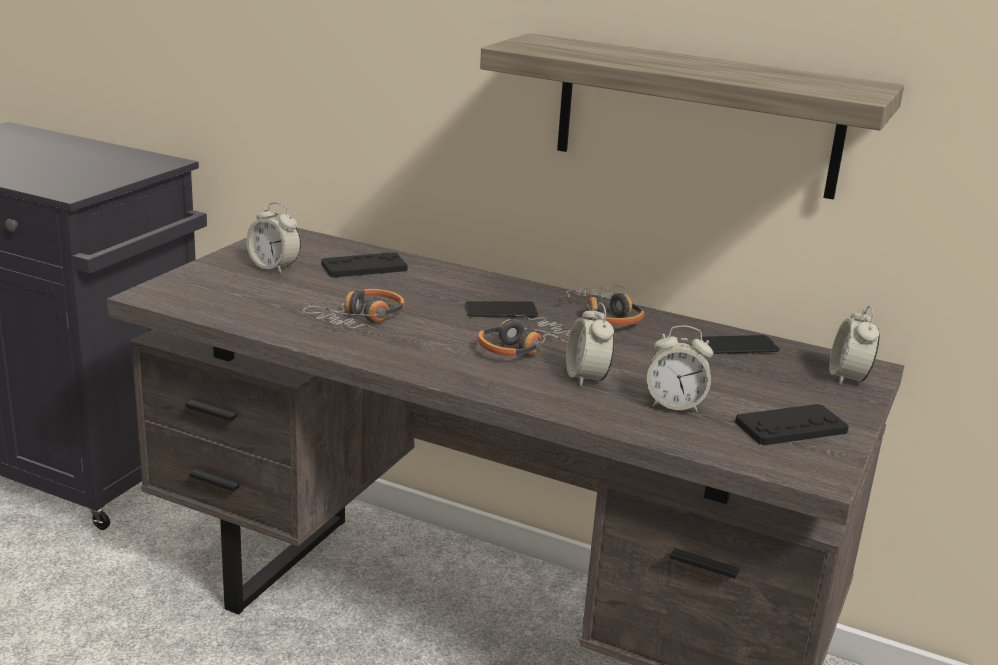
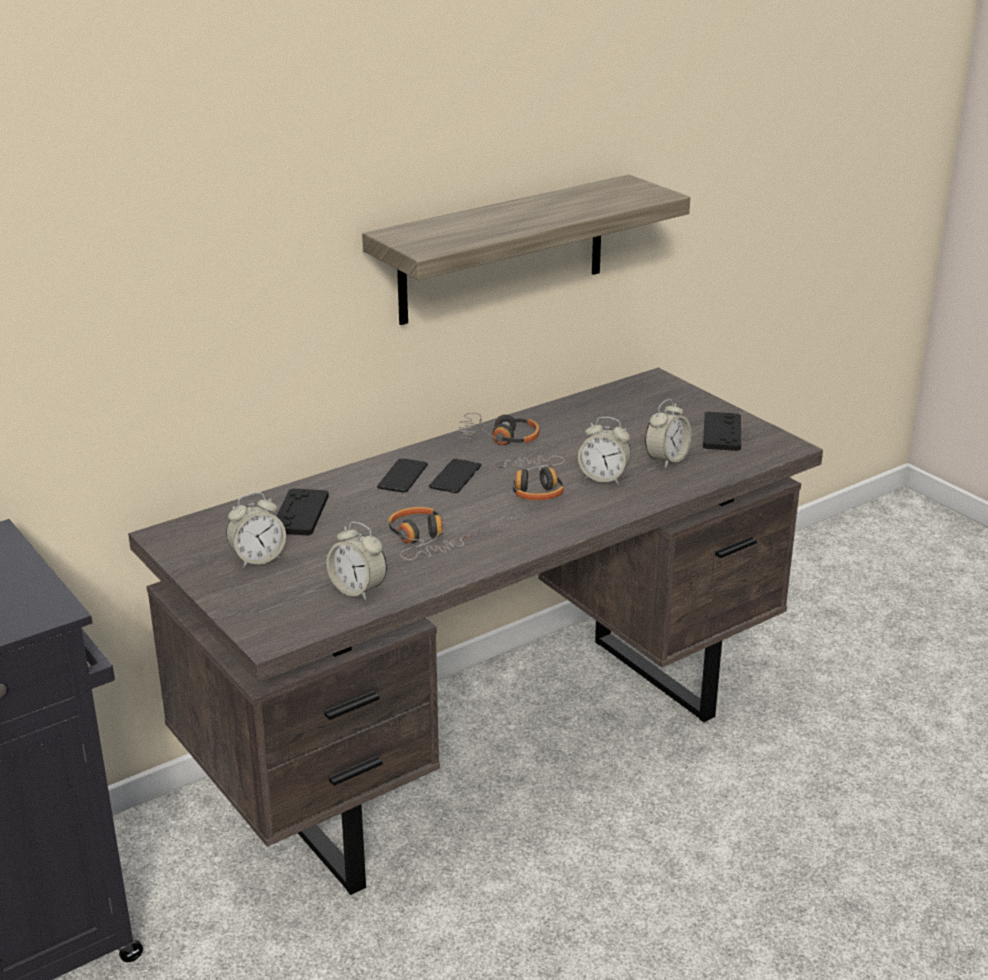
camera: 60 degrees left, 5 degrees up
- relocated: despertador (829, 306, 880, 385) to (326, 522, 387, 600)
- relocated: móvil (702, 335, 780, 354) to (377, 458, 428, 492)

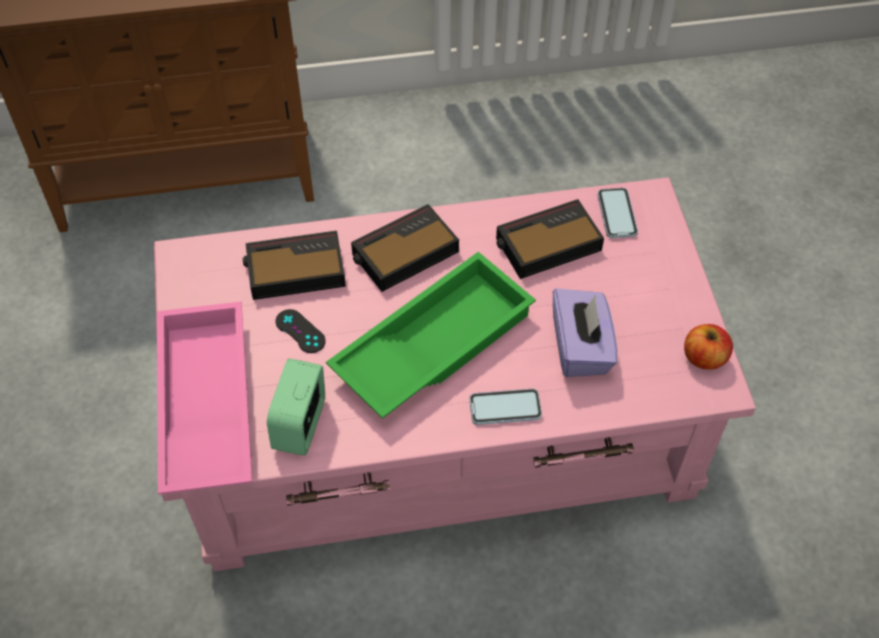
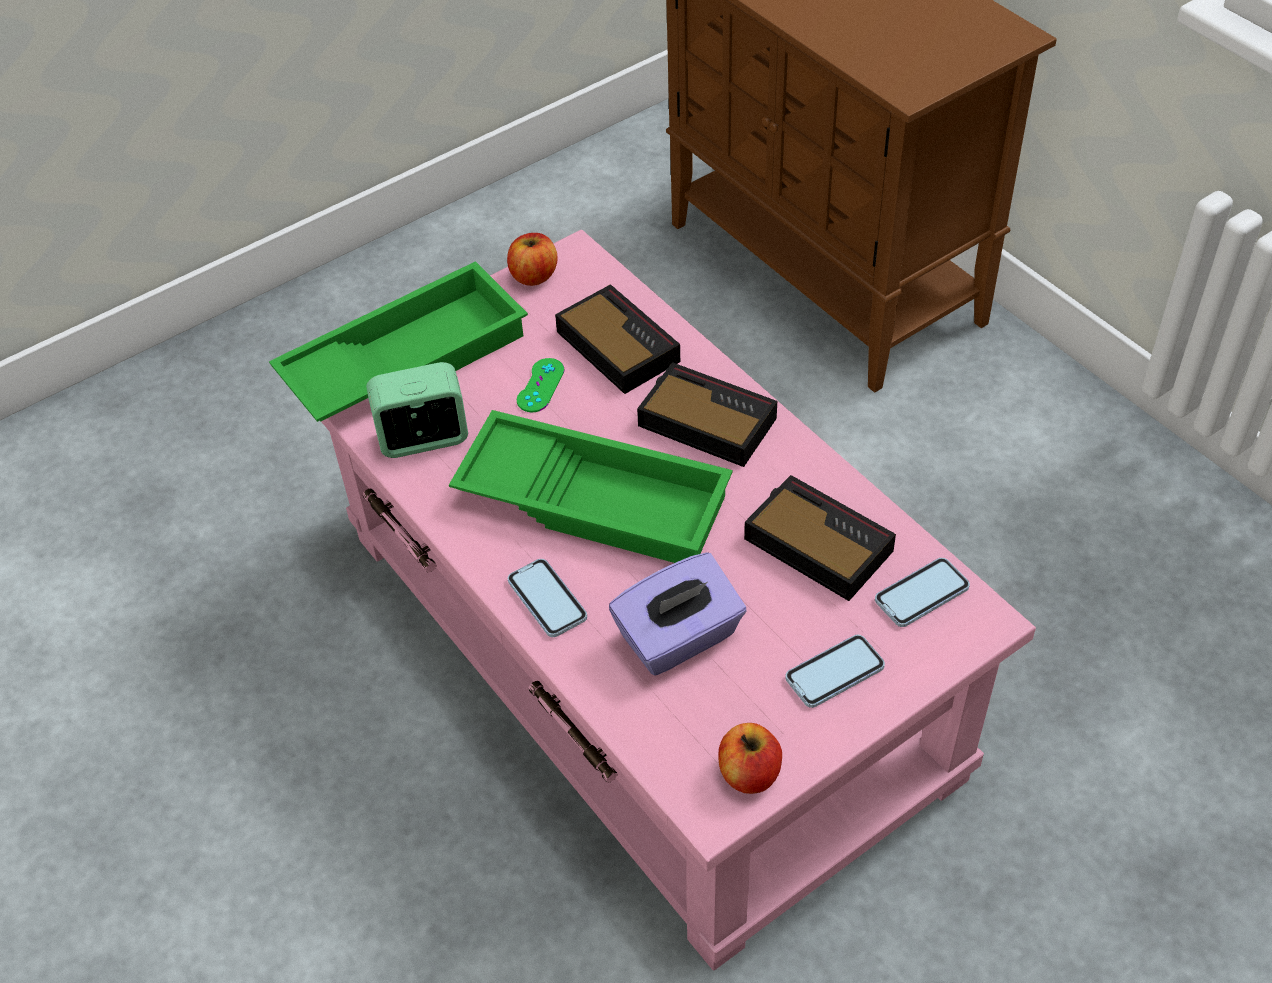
camera: 65 degrees right, 5 degrees down
- colour: bandeja/rosa (157, 302, 252, 494) to bandeja/verde (269, 261, 528, 422)
- appeared: manzana (507, 233, 558, 286)
- colour: mando de consola/negro (275, 309, 326, 353) to mando de consola/verde (517, 358, 565, 412)
- appeared: móvil (785, 635, 885, 708)

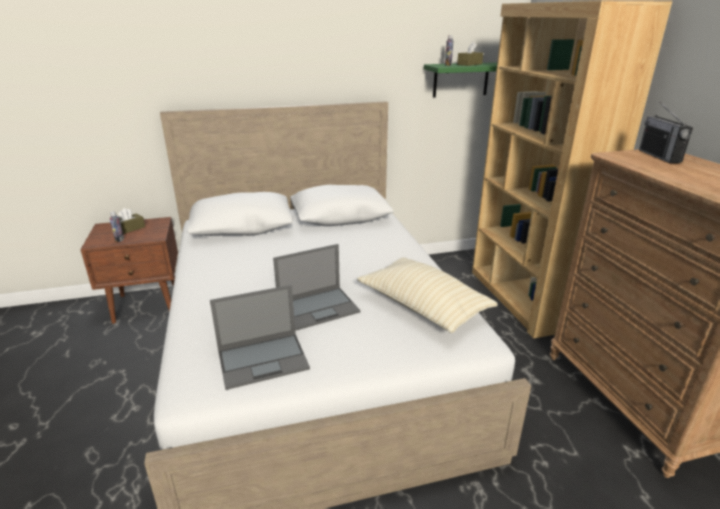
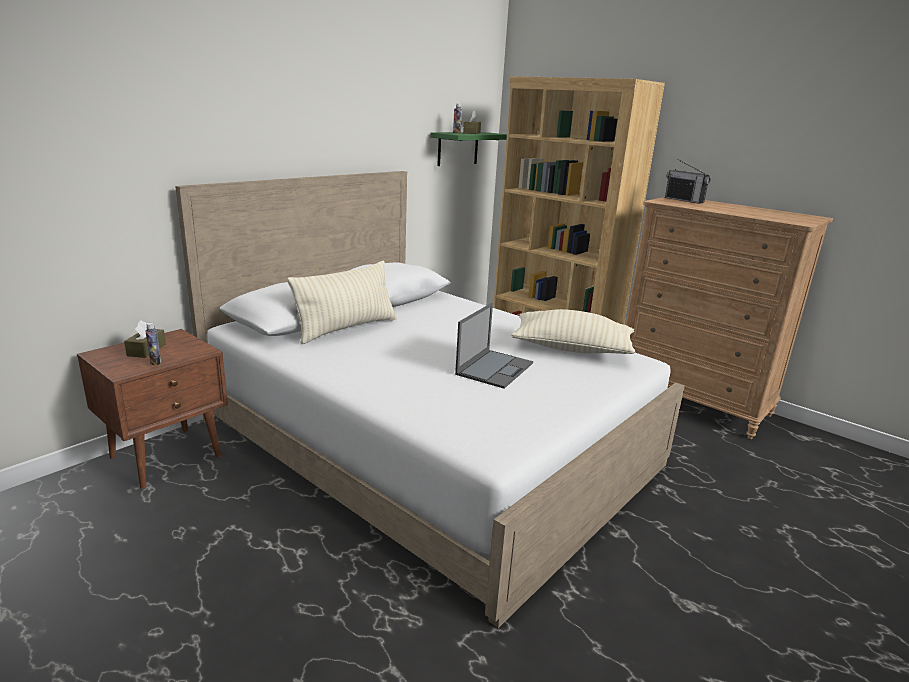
camera: 35 degrees left, 5 degrees down
- appeared: cojín/beis (287, 261, 397, 344)
- missing: portátil (210, 285, 310, 390)

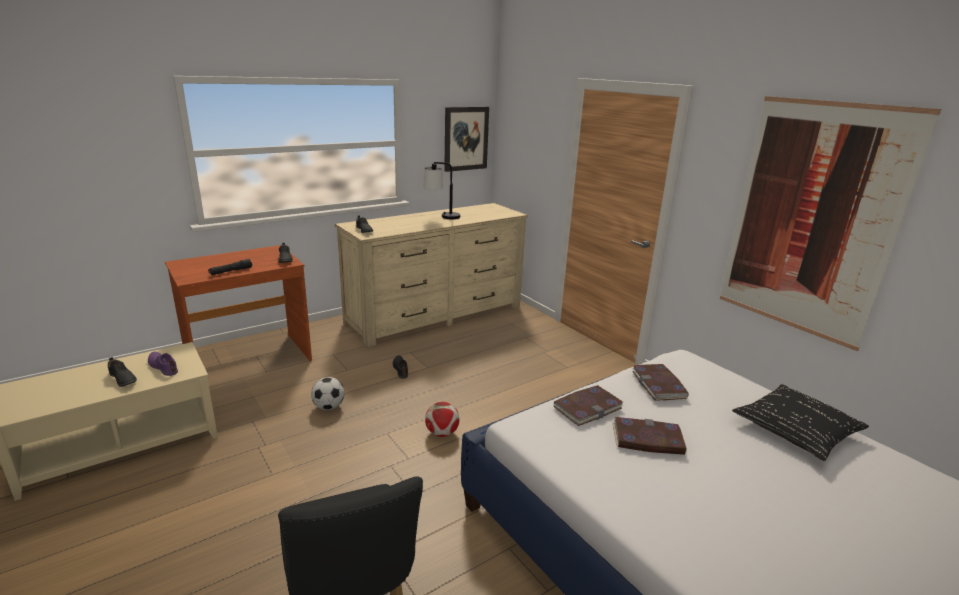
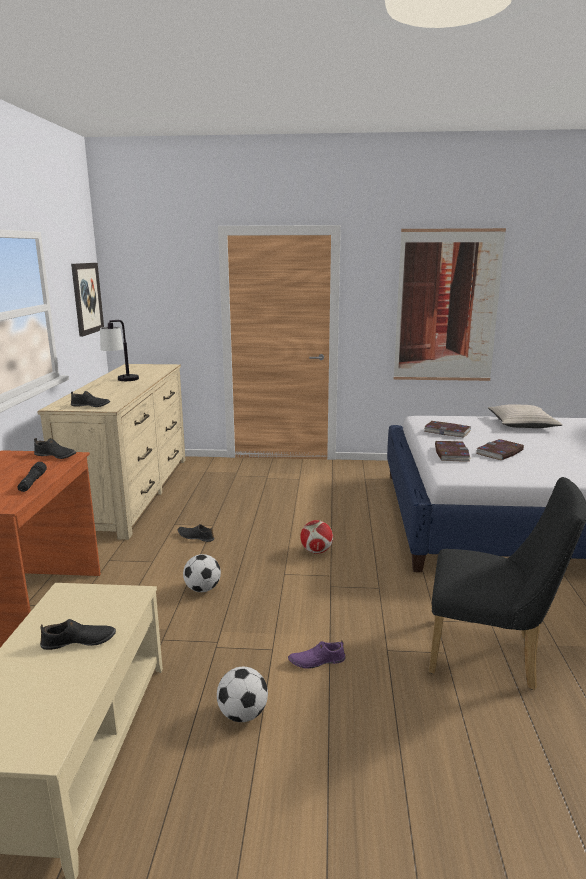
camera: 50 degrees left, 5 degrees down
- appeared: balón de fútbol (217, 667, 268, 722)
- relocated: zapato/morado (148, 352, 178, 376) to (288, 640, 345, 668)
- colour: cojín/negro (732, 384, 869, 461) to cojín/beis (488, 404, 562, 428)

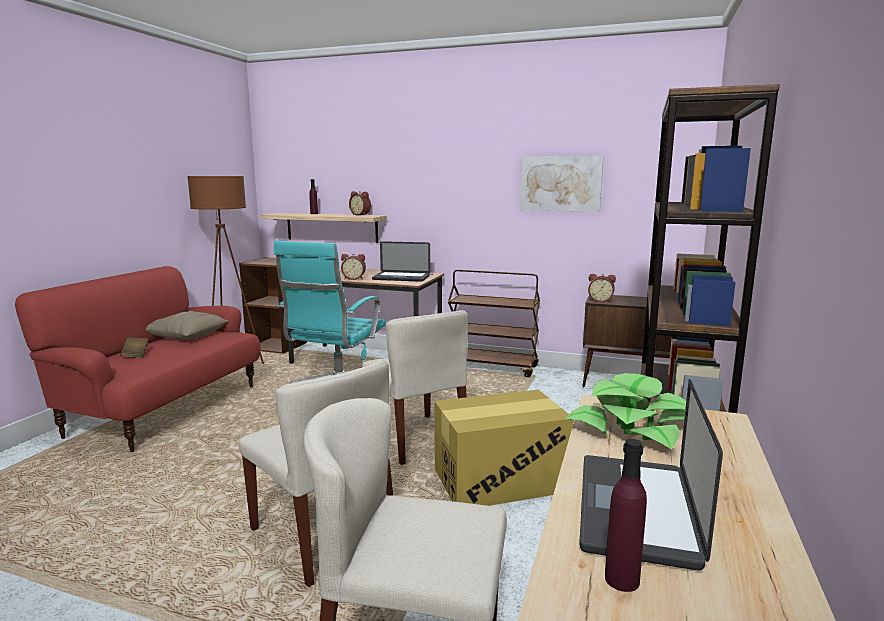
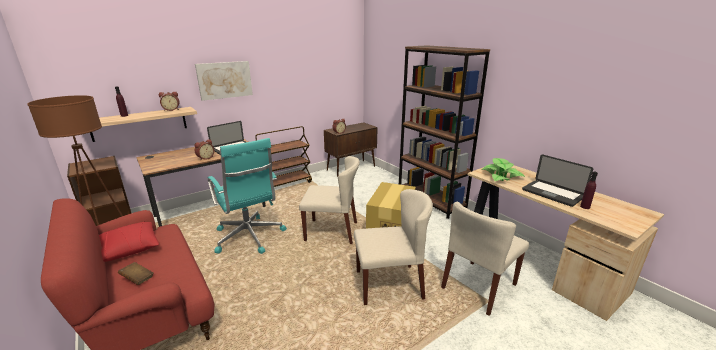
camera: 55 degrees left, 10 degrees up
- colour: cojín/beis (145, 311, 229, 340) to cojín/rojo (99, 221, 159, 262)
- relocated: cuadro (520, 156, 604, 212) to (195, 61, 253, 101)

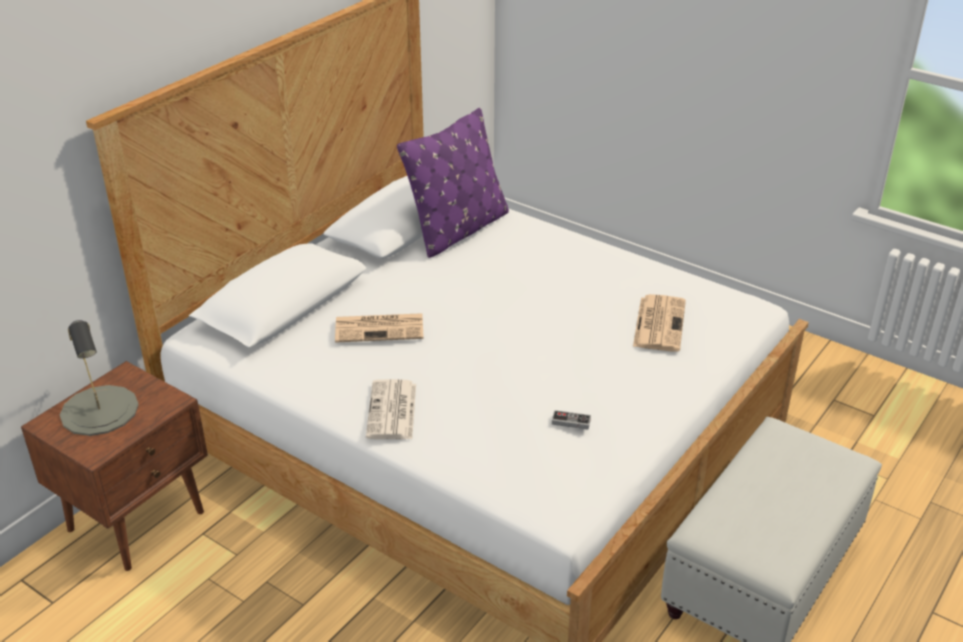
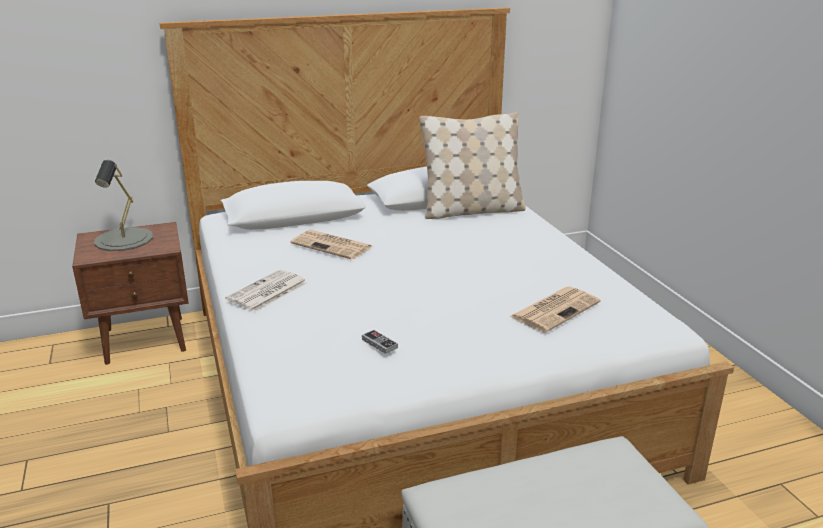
camera: 35 degrees right, 10 degrees down
- colour: cojín/morado (397, 108, 509, 258) to cojín/beis (419, 112, 526, 219)

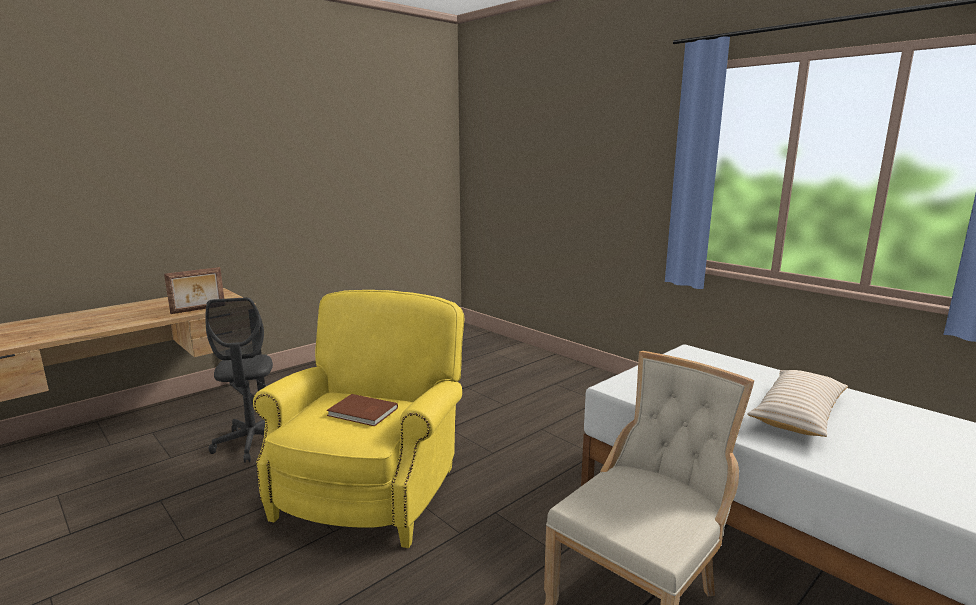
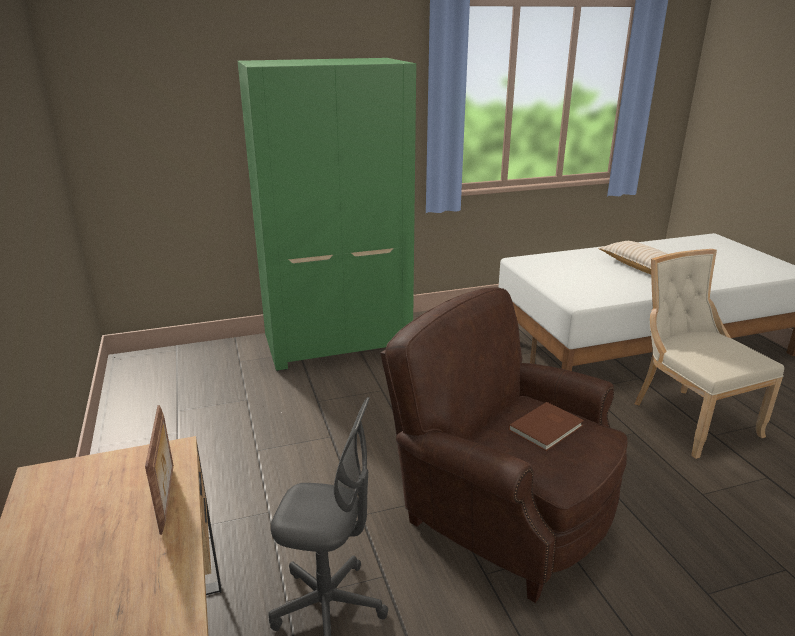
camera: 65 degrees left, 10 degrees up
- appeared: armario ropero/verde (238, 58, 416, 371)
- colour: sillón/amarillo (253, 290, 464, 548) to sillón/marrón (380, 287, 627, 603)

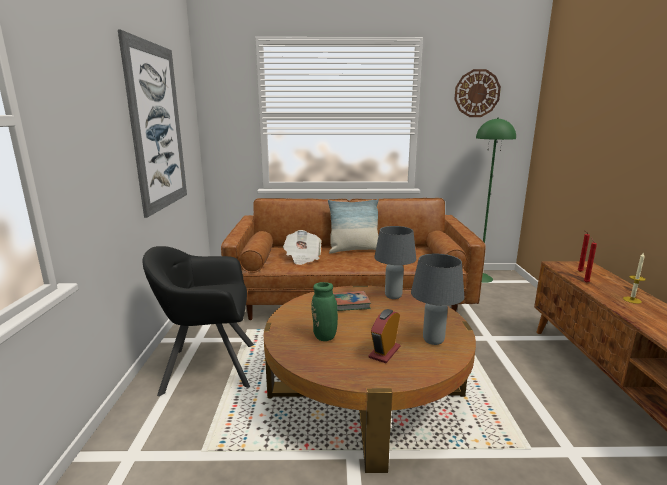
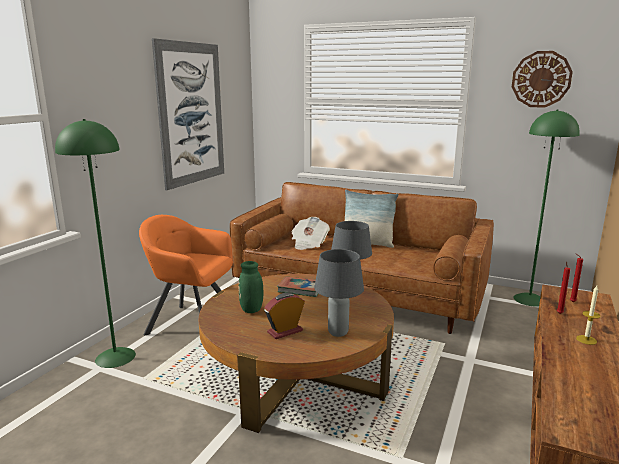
camera: 25 degrees right, 0 degrees up
- appeared: lámpara de pie/verde (55, 119, 136, 368)
- colour: sillón/negro (143, 246, 254, 396) to sillón/naranja (139, 215, 233, 335)

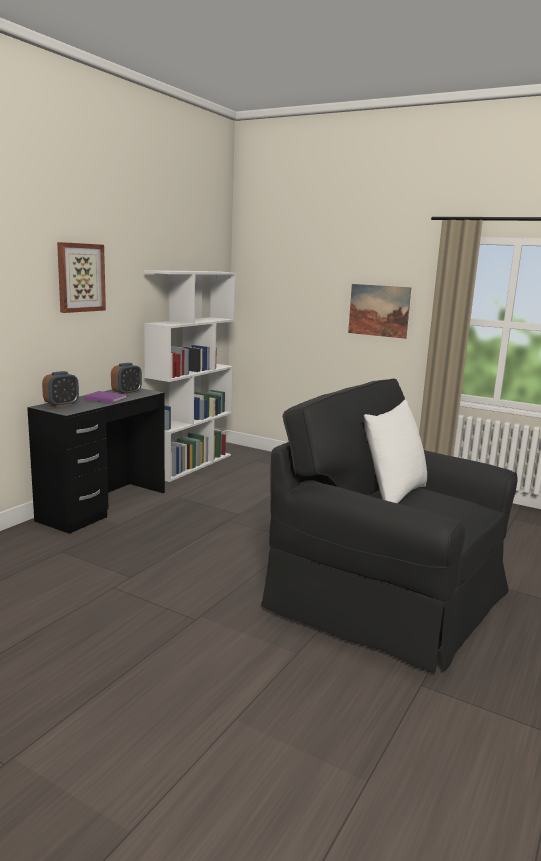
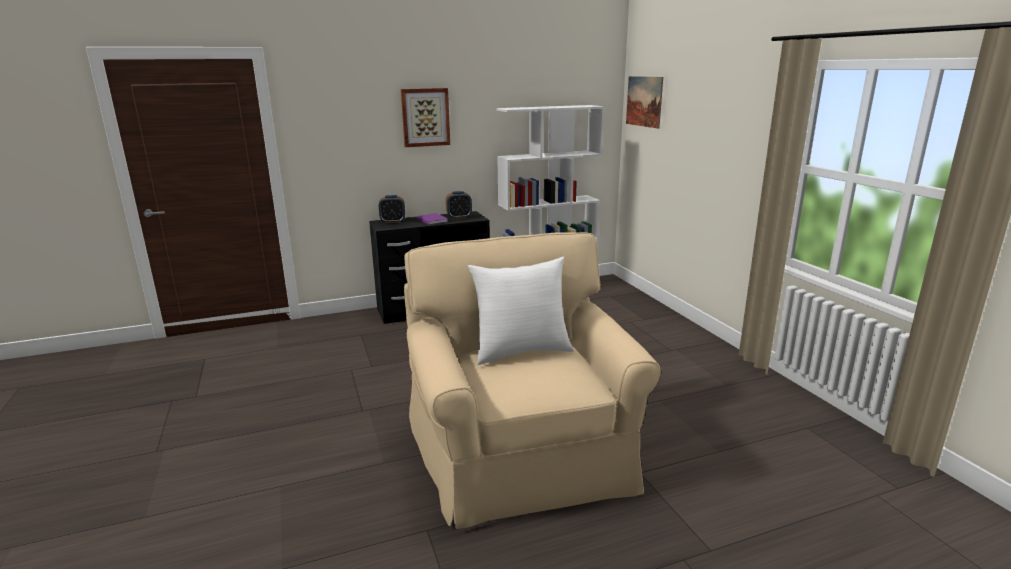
camera: 40 degrees right, 5 degrees up
- colour: sillón/negro (261, 378, 517, 673) to sillón/beis (404, 232, 661, 529)
- relocated: cuadro (348, 284, 411, 339) to (626, 76, 663, 129)

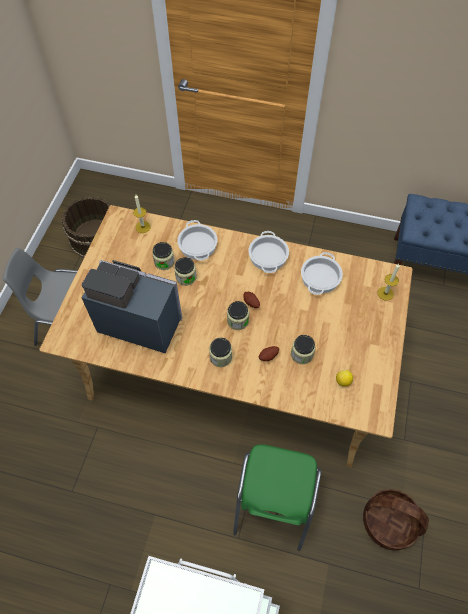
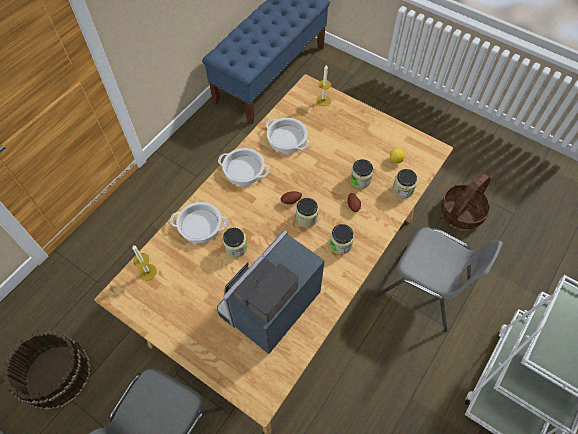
camera: 70 degrees left, 0 degrees up
- colour: silla/verde (233, 444, 321, 551) to silla/gris (377, 227, 503, 332)
- relocated: tarro (152, 242, 175, 270) to (392, 169, 417, 198)

